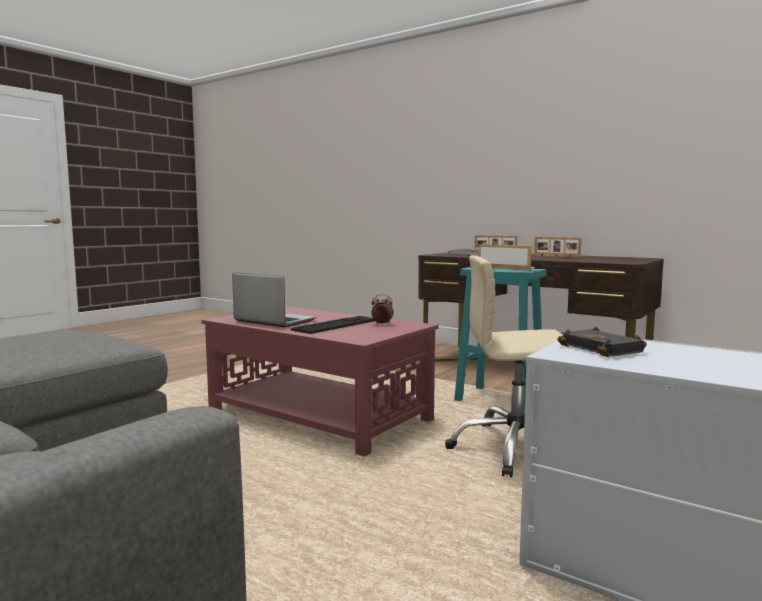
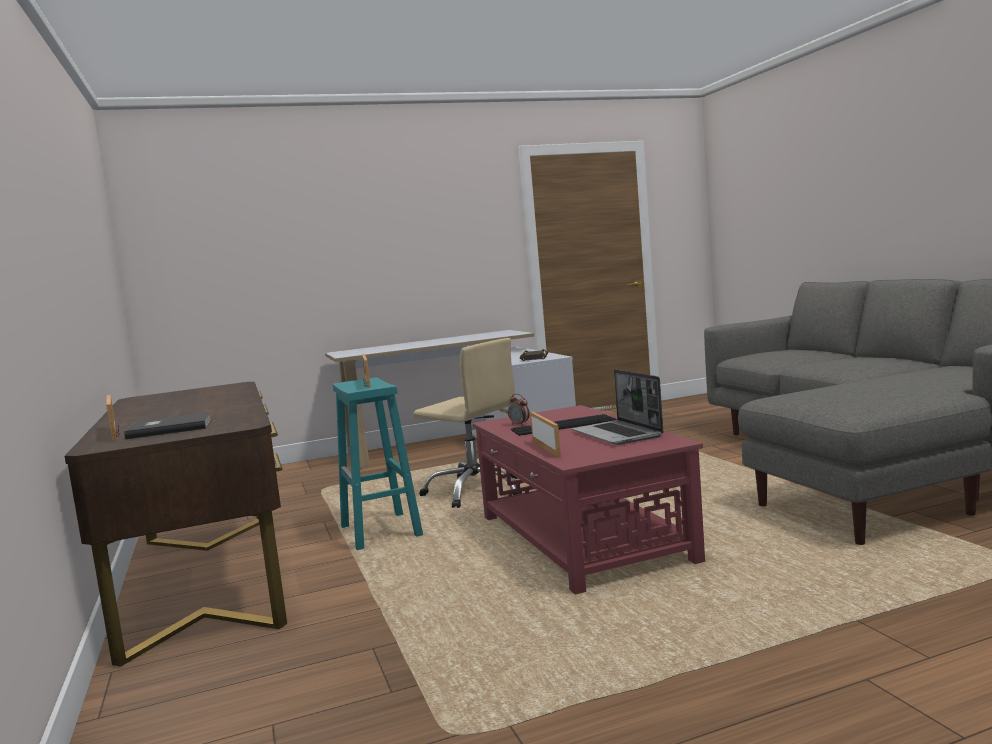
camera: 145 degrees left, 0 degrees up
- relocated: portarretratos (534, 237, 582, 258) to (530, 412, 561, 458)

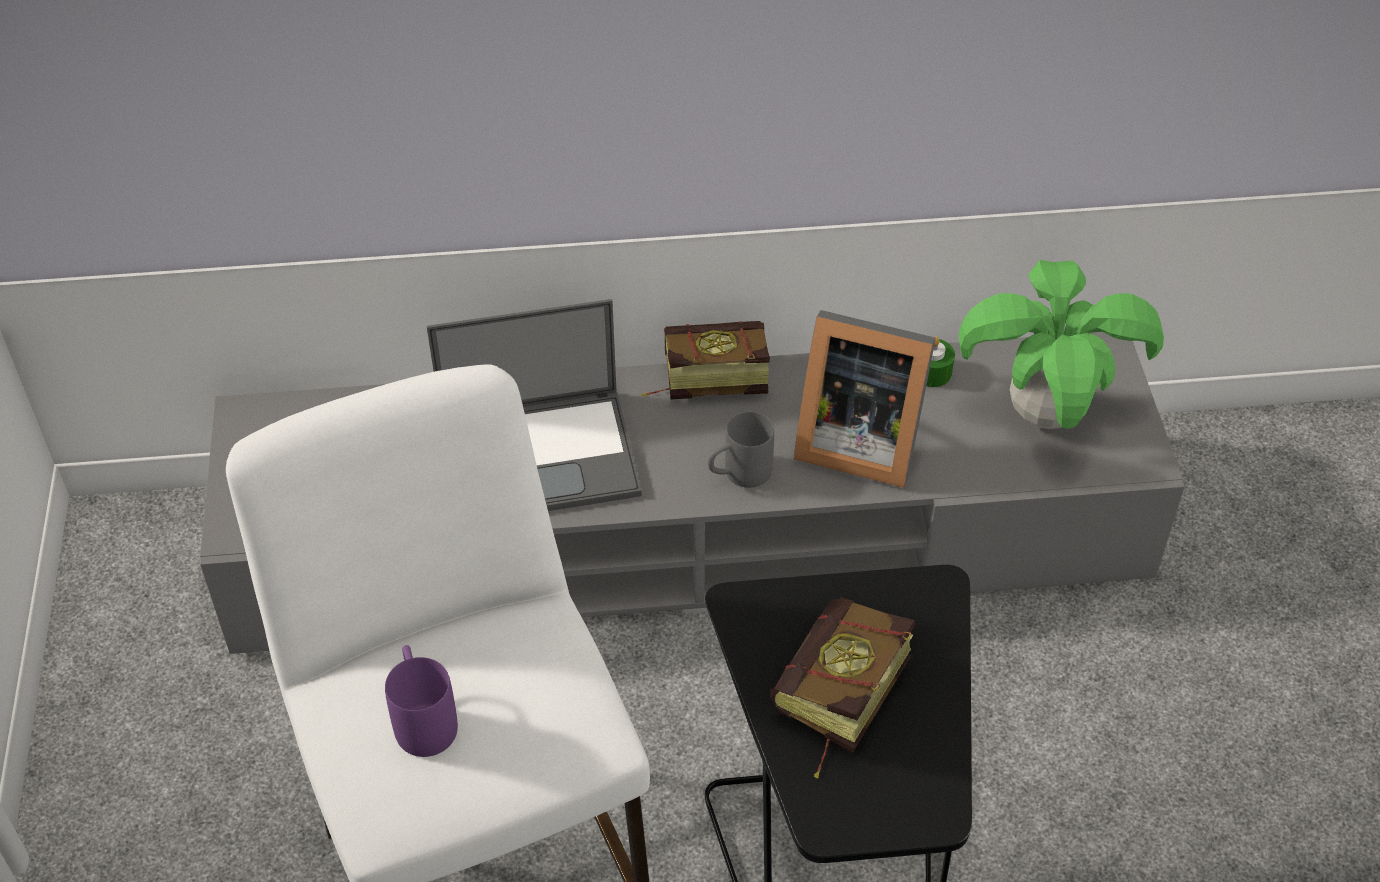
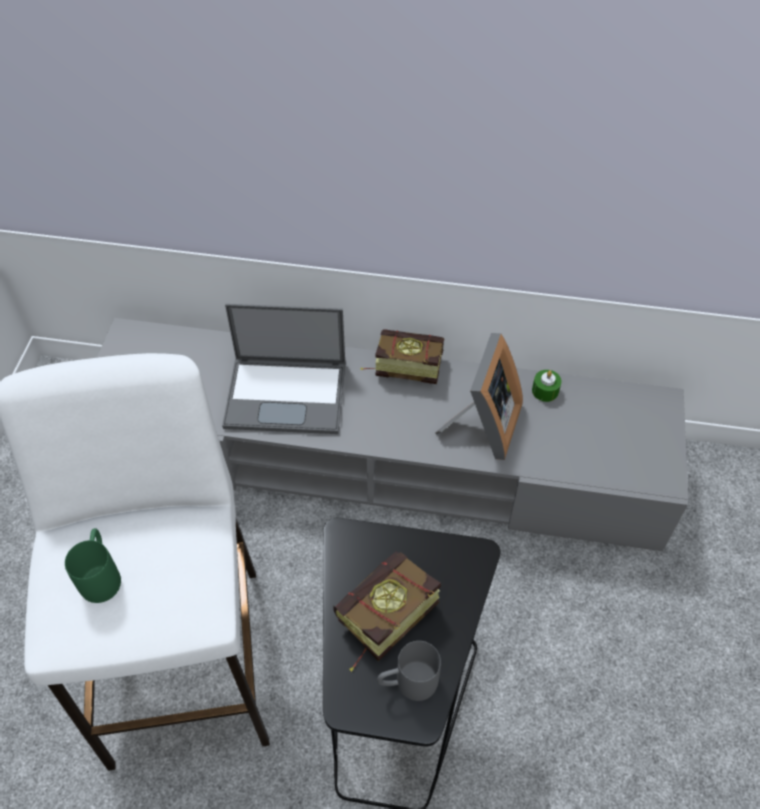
camera: 15 degrees right, 5 degrees up
- colour: taza grande/morado (385, 645, 458, 757) to taza grande/verde (65, 528, 121, 603)
- relocated: taza grande/gris (708, 412, 774, 488) to (377, 641, 441, 701)
- spun: portarretratos (794, 310, 936, 488) = (435, 333, 523, 460) 105 degrees counterclockwise
- missing: planta en maceta (959, 260, 1164, 429)

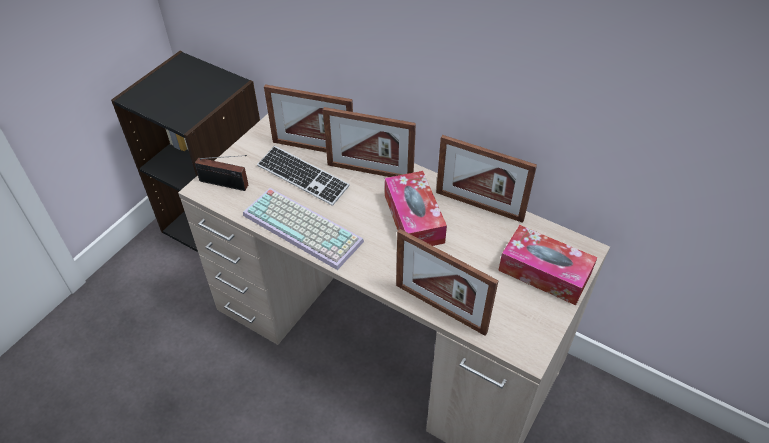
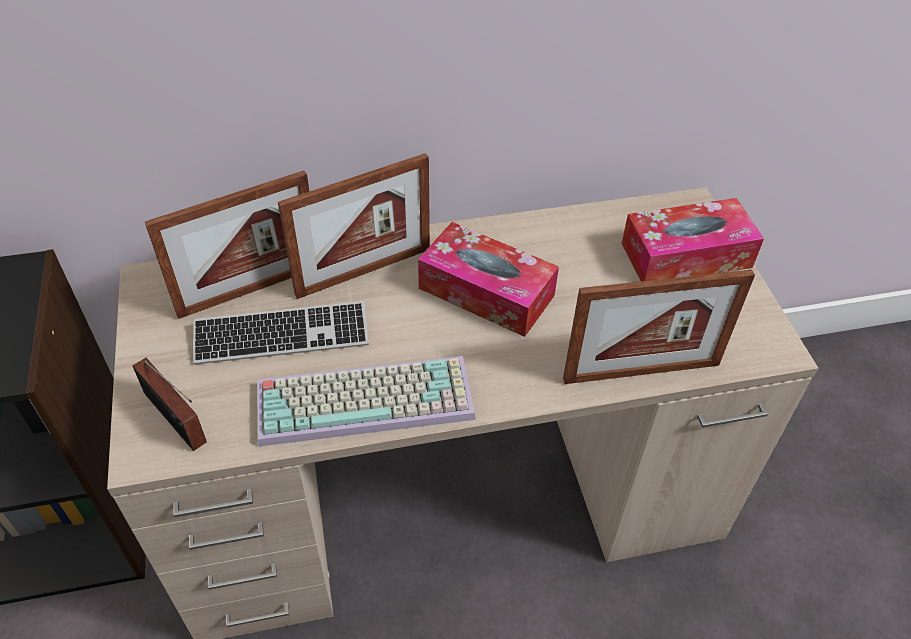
camera: 45 degrees left, 0 degrees up
- spun: radio (194, 155, 248, 191) = (132, 358, 207, 451) 75 degrees clockwise
- missing: portarretratos (436, 135, 537, 223)

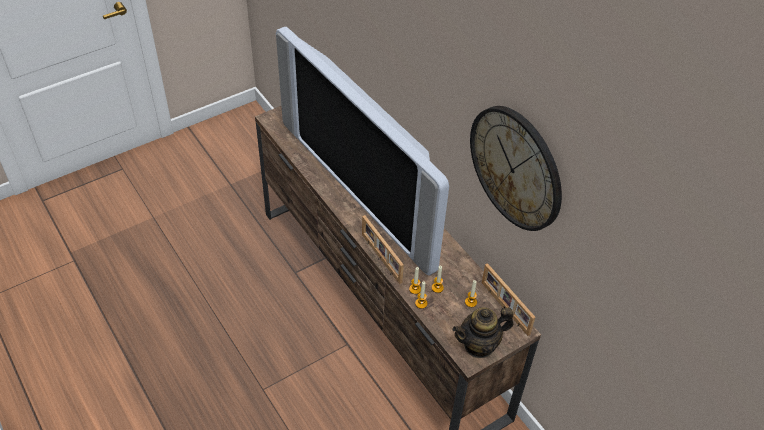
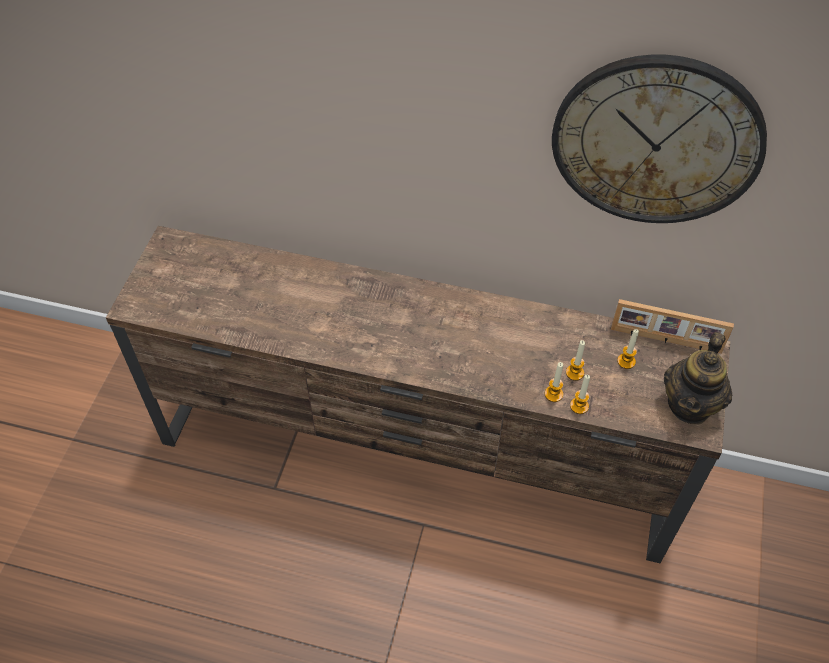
camera: 40 degrees left, 5 degrees up
- missing: televisor (276, 27, 449, 276)
- missing: portarretratos (362, 215, 404, 284)

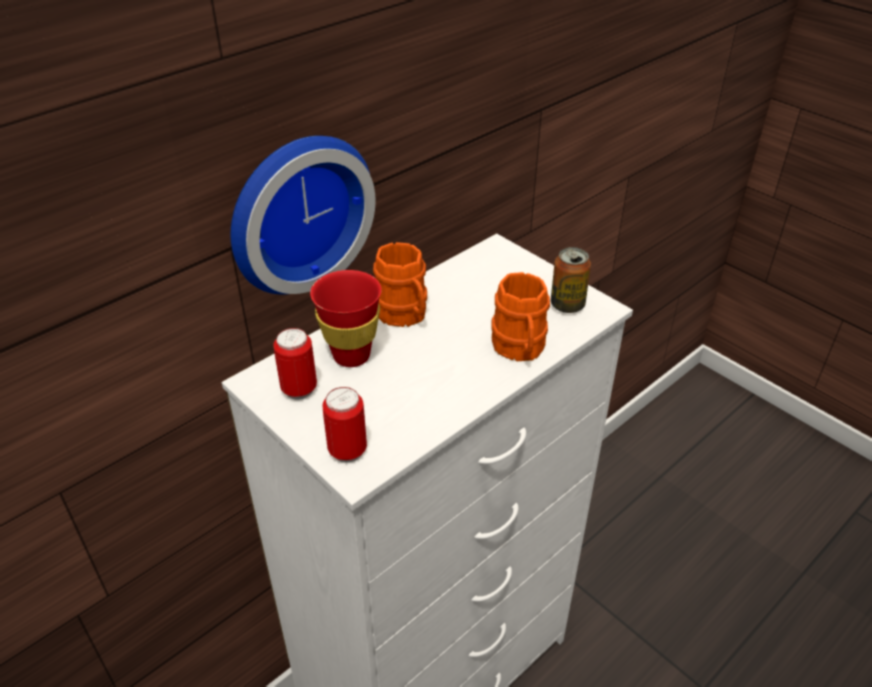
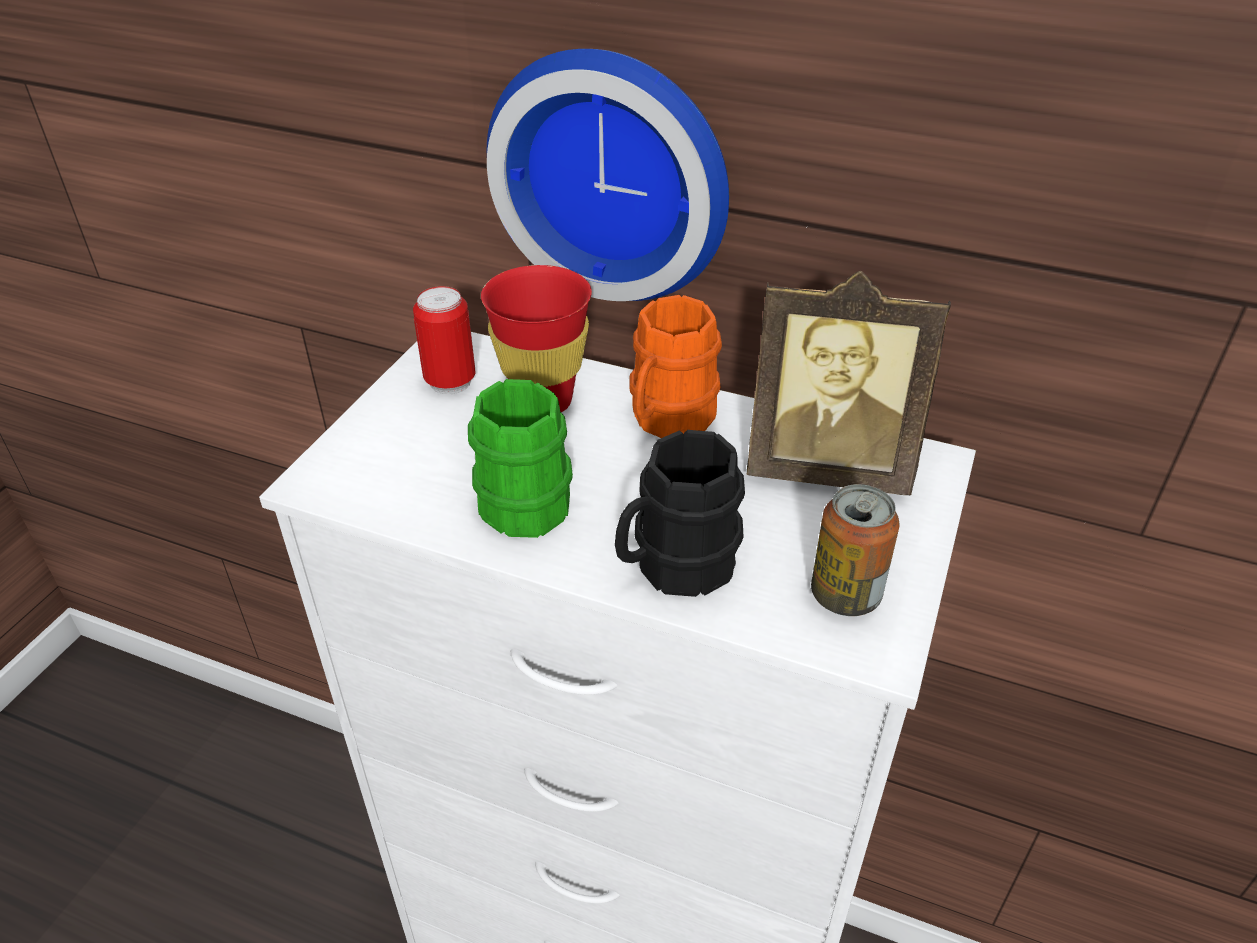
camera: 65 degrees right, 0 degrees up
- appeared: taza grande/verde (468, 379, 573, 538)
- colour: taza grande/naranja (491, 272, 550, 361) to taza grande/negro (615, 430, 745, 597)
- appeared: portarretratos (747, 271, 951, 495)
- missing: lata (323, 387, 367, 463)

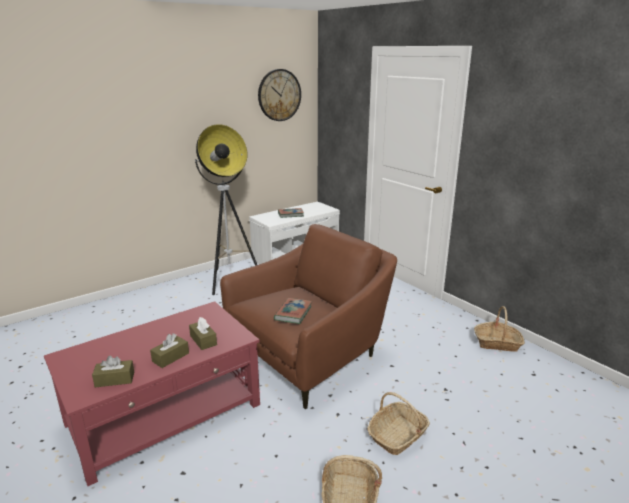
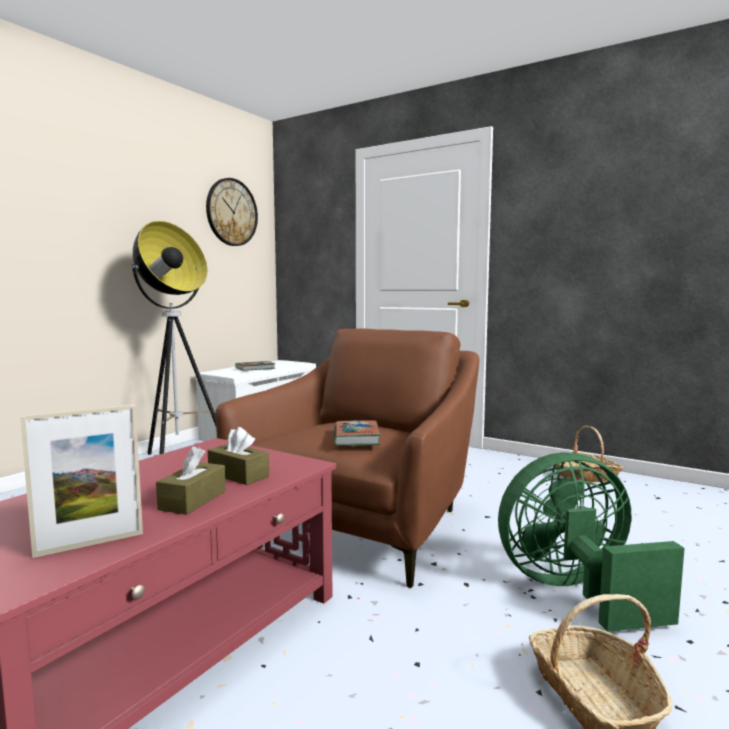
camera: 20 degrees left, 15 degrees down
- exchanged: caja de pañuelos/marrón (92, 356, 134, 387) to portarretratos (20, 404, 143, 558)
- exchanged: cesta (367, 392, 430, 455) to ventilador/verde (498, 452, 685, 632)

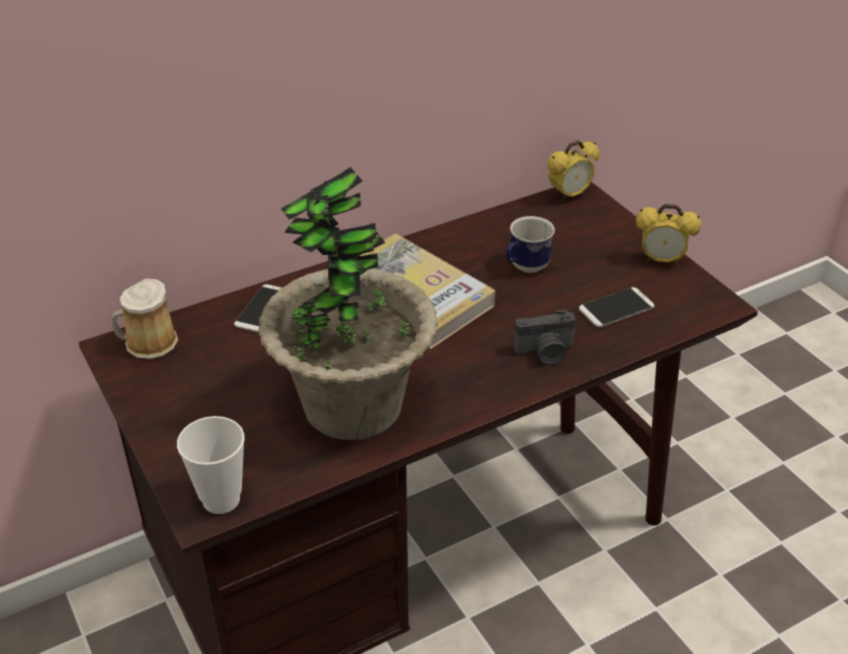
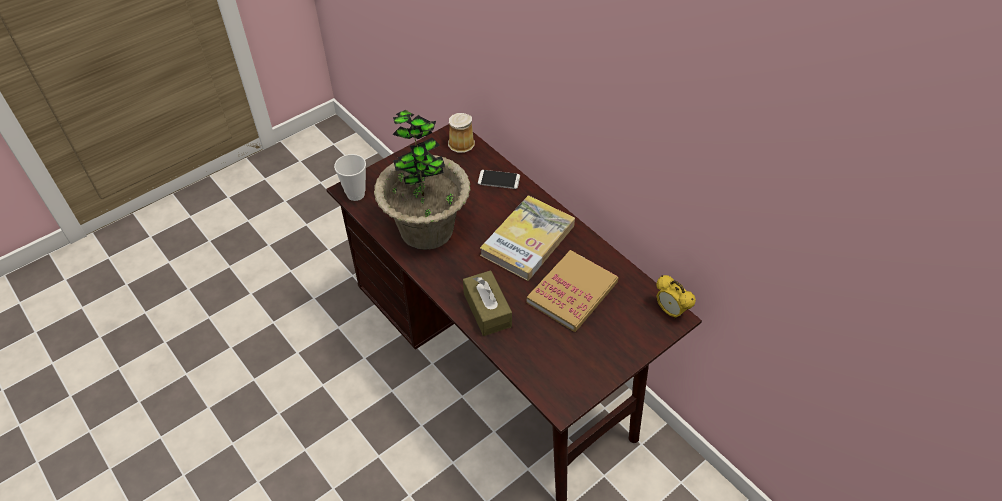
camera: 80 degrees right, 10 degrees up
- exchanged: cámara (514, 310, 576, 365) to caja de pañuelos/marrón (463, 270, 512, 336)
- exchanged: taza grande (506, 216, 555, 273) to libro (526, 250, 618, 332)
- missing: móvil (579, 287, 655, 327)
- missing: despertador (636, 204, 701, 266)

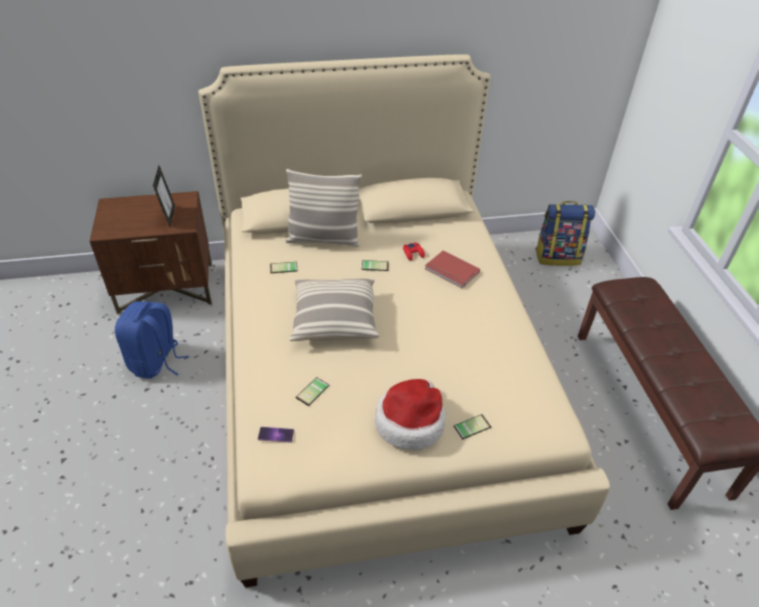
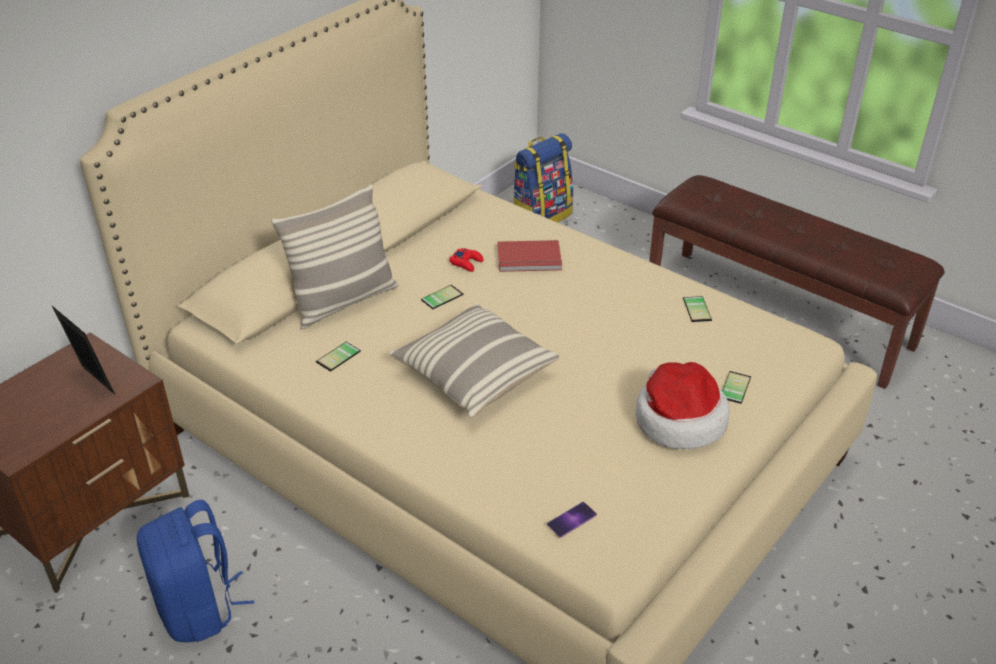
camera: 40 degrees left, 5 degrees down
- relocated: móvil (296, 377, 329, 406) to (683, 296, 712, 322)

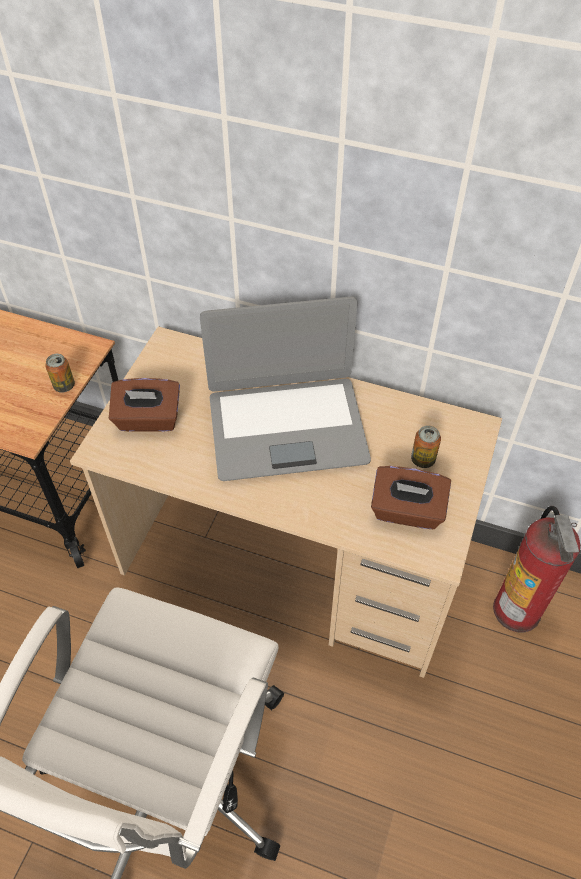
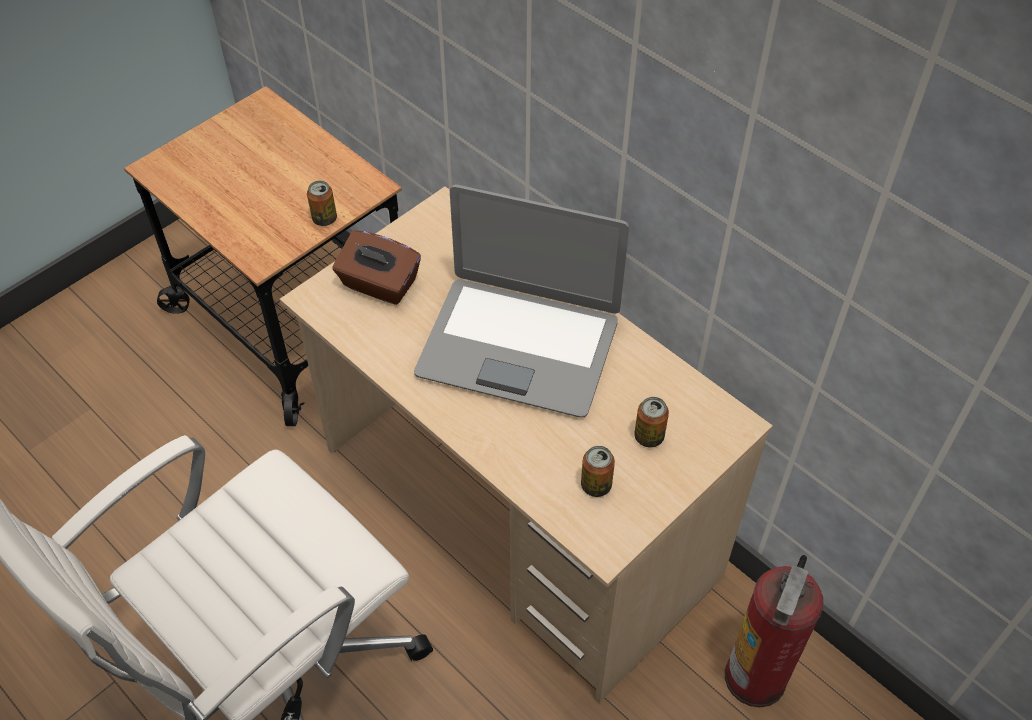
camera: 25 degrees right, 0 degrees up
- exchanged: caja de pañuelos/marrón (371, 466, 451, 529) to lata (581, 446, 615, 497)

